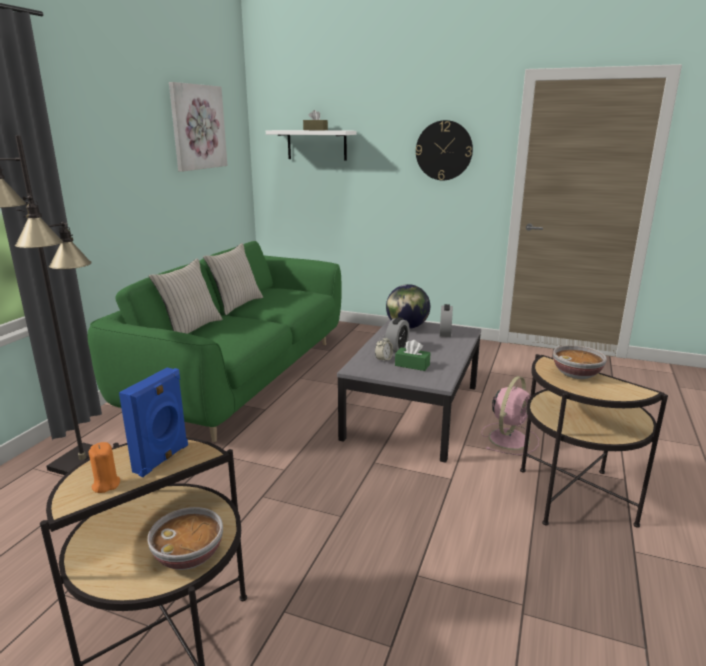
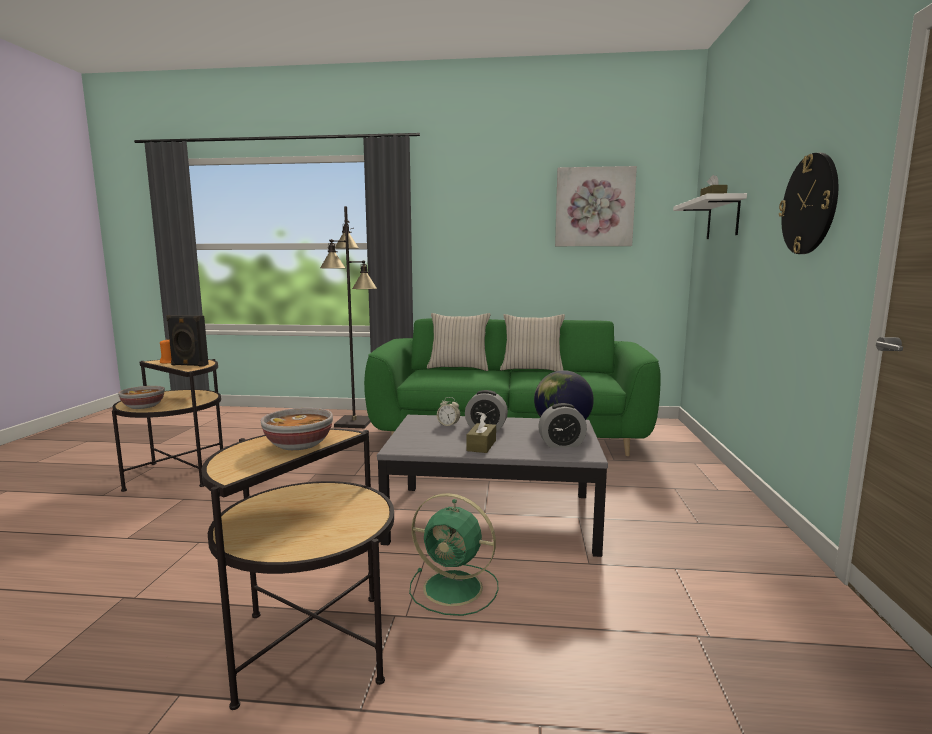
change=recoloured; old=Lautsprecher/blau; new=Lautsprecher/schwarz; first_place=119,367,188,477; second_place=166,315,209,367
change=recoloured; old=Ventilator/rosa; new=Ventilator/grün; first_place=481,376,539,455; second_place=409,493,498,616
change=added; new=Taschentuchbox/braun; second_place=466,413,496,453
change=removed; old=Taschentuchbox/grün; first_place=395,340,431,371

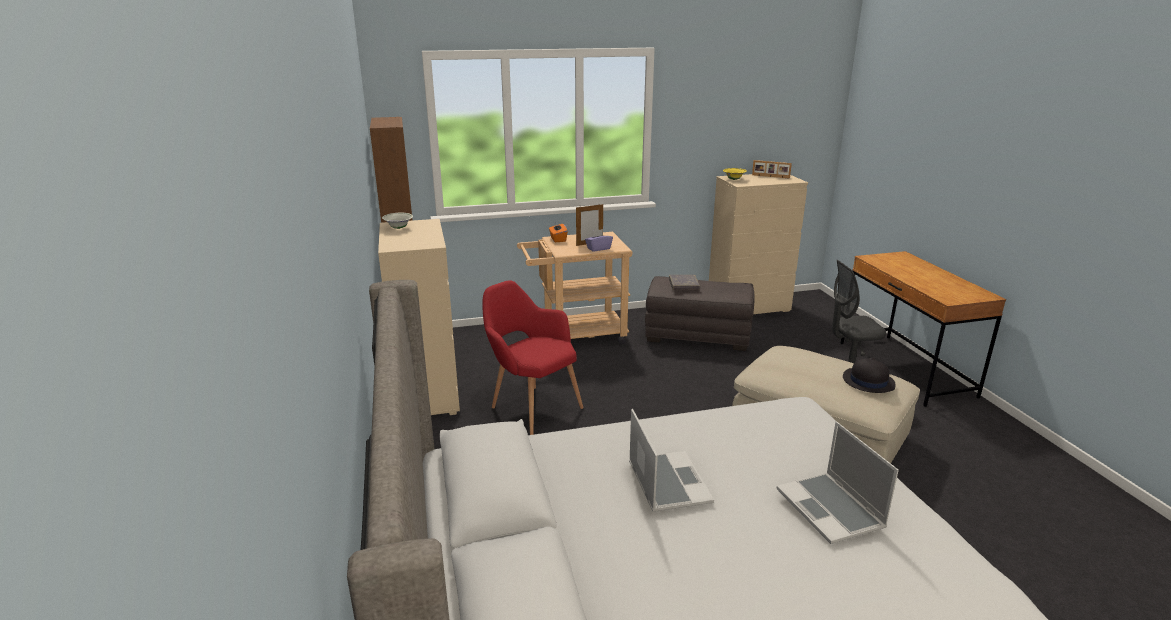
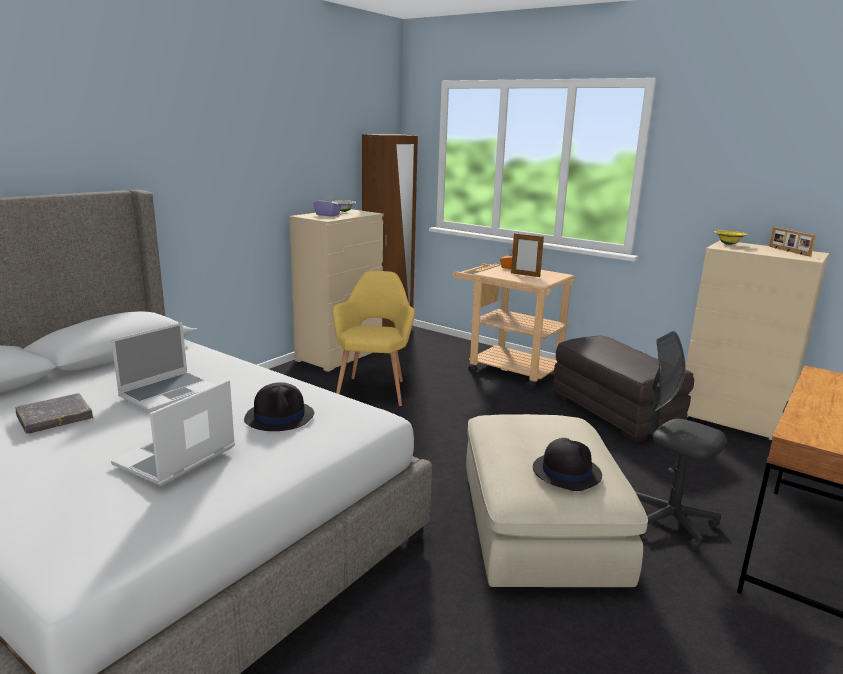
change=moved; old=Buch/grau; first_place=669,275,700,290; second_place=15,393,93,434
change=added; new=Hut/schwarz; second_place=244,382,315,431
change=moved; old=Taschentuchbox/lila; first_place=585,229,613,252; second_place=313,195,342,217
change=recoloured; old=Sessel/rot; new=Sessel/gelb; first_place=482,280,583,435; second_place=333,271,415,407

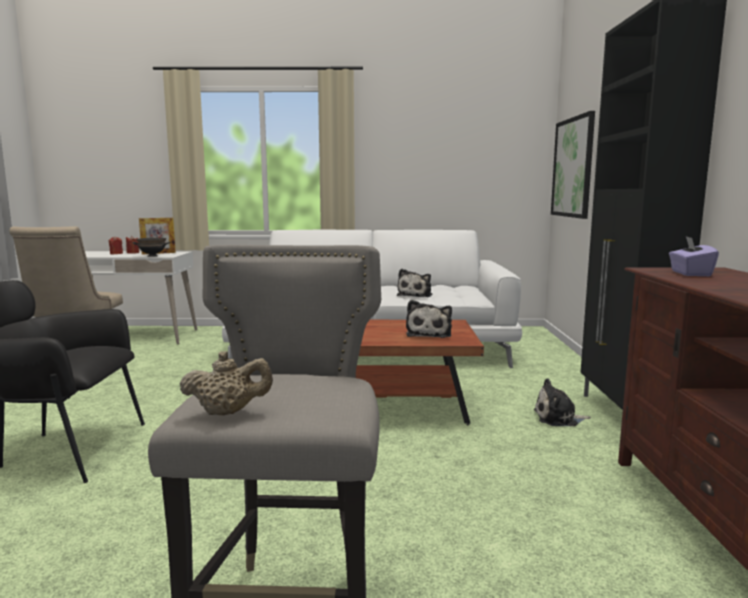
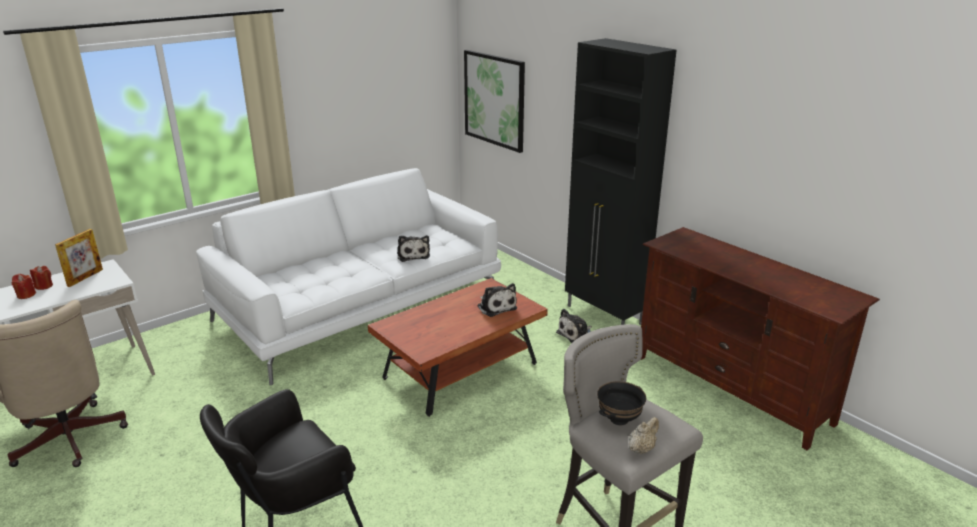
change=moved; old=Schüssel/schwarz; first_place=132,238,171,257; second_place=597,381,646,425
change=removed; old=Taschentuchbox/lila; first_place=669,236,719,276

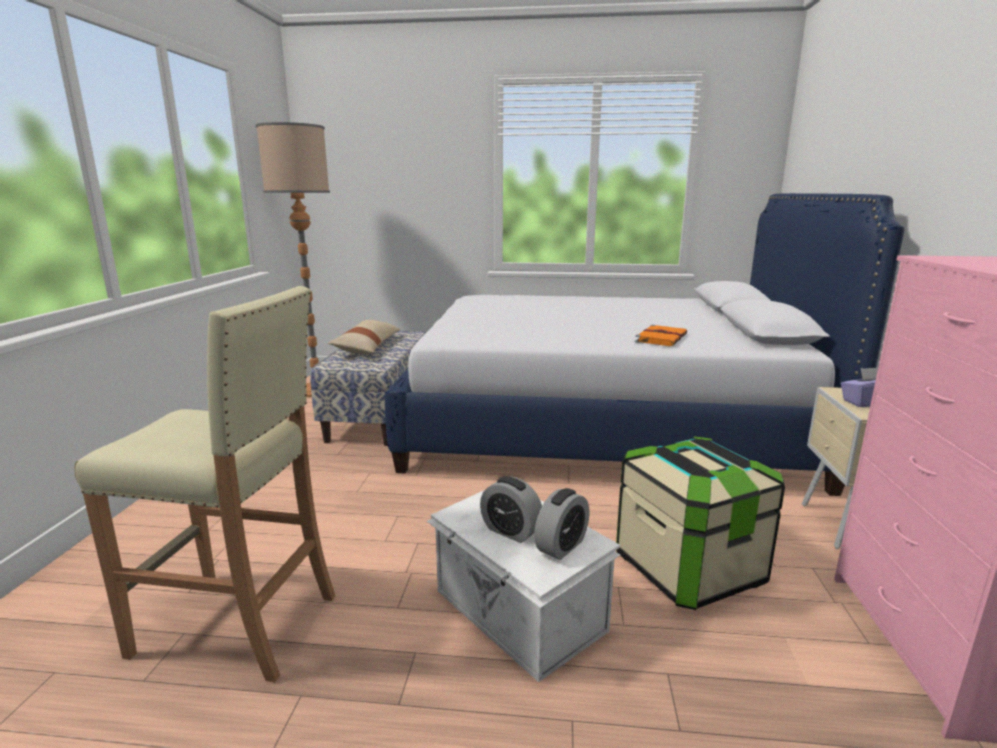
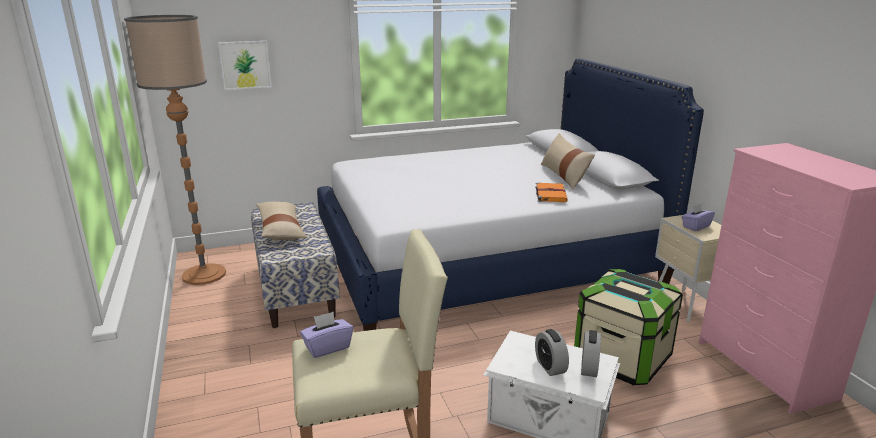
change=added; new=Bild; second_place=218,41,272,90
change=added; new=Taschentuchbox/lila; second_place=300,312,353,358
change=turned; old=Wecker; first_place=480,476,542,543; second_place=535,329,569,376; degrees=60
change=added; new=Kissen/beige; second_place=541,133,595,190

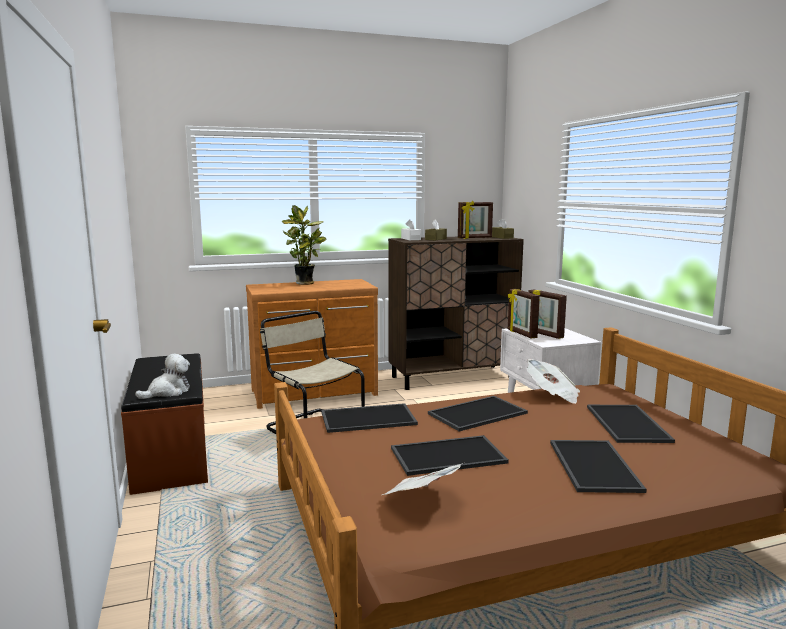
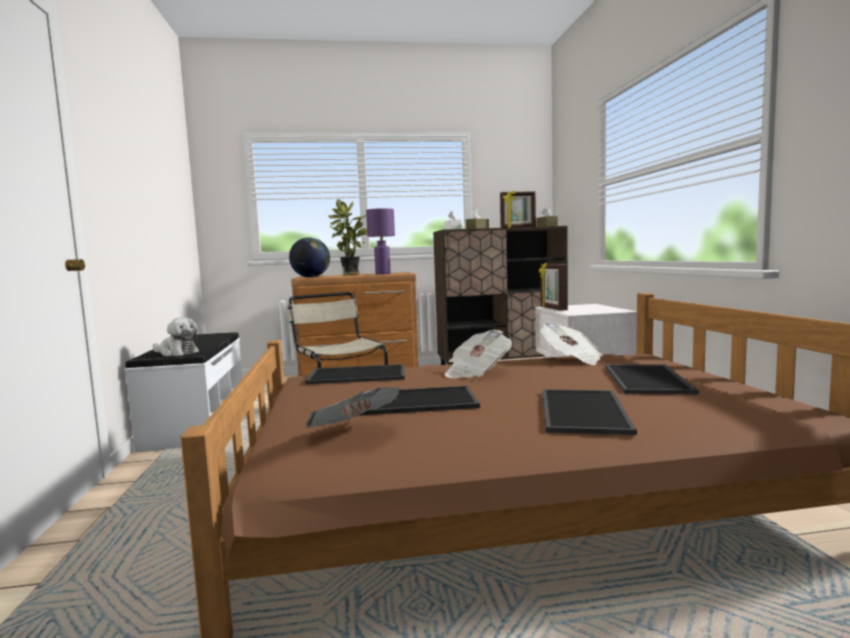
change=recoloured; old=Bank/braun; new=Bank/weiß; first_place=121,353,208,495; second_place=125,332,242,453
change=turned; old=Plüschtier; first_place=135,354,190,399; second_place=152,317,199,356; degrees=60
change=added; new=Globus; second_place=289,237,330,278
change=added; new=Tischlampe/lila; second_place=366,208,395,275
change=replaced; old=Tablett; new=Zeitung; first_place=428,396,528,431; second_place=445,330,512,378
change=removed; old=Bilderrahmen; first_place=529,290,567,339

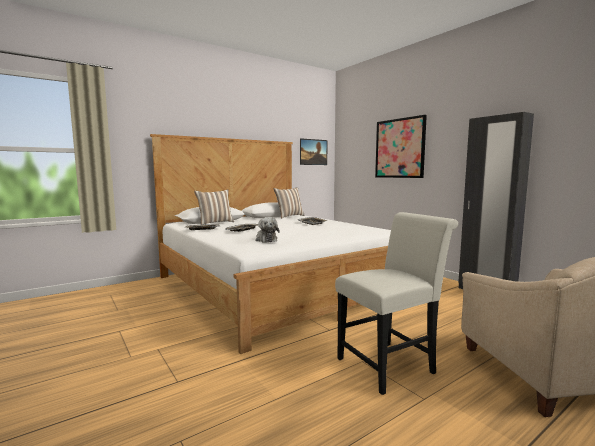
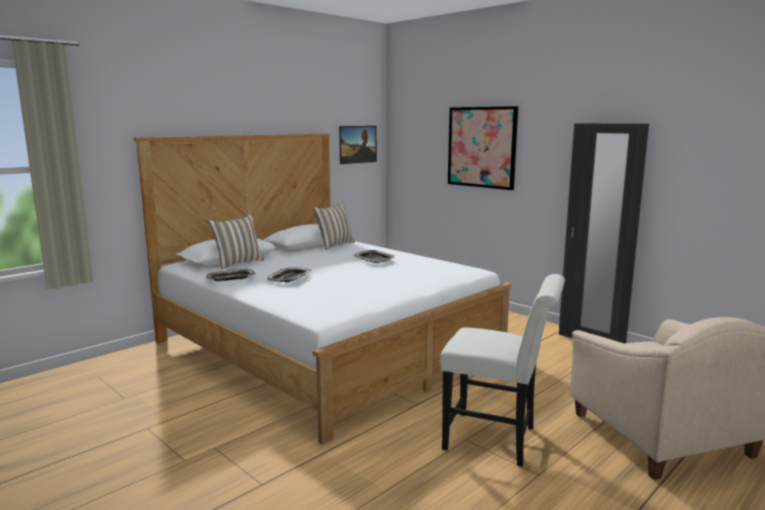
change=turned; old=Stuhl/weiß; first_place=335,212,458,395; second_place=440,274,565,467; degrees=60
change=removed; old=Plüschtier; first_place=256,217,280,243

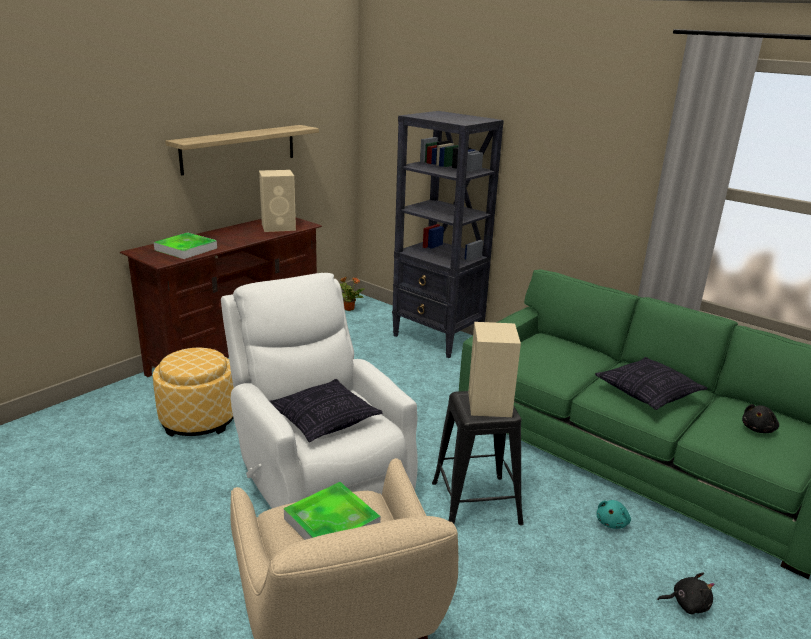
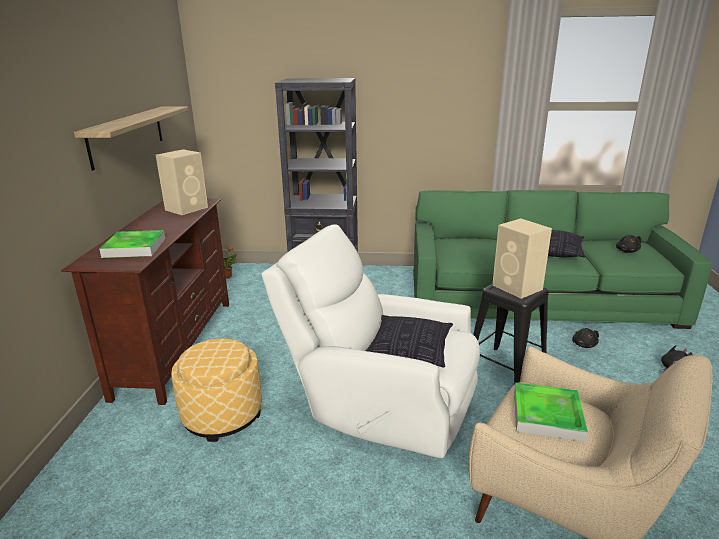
change=recoloured; old=Plüschtier/türkis; new=Plüschtier/schwarz; first_place=596,500,631,529; second_place=572,328,599,348

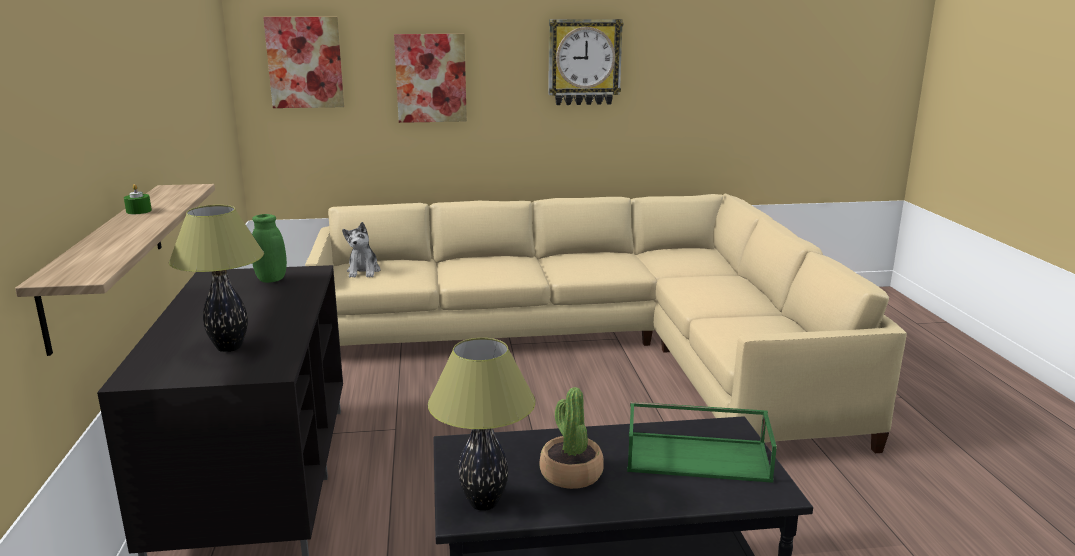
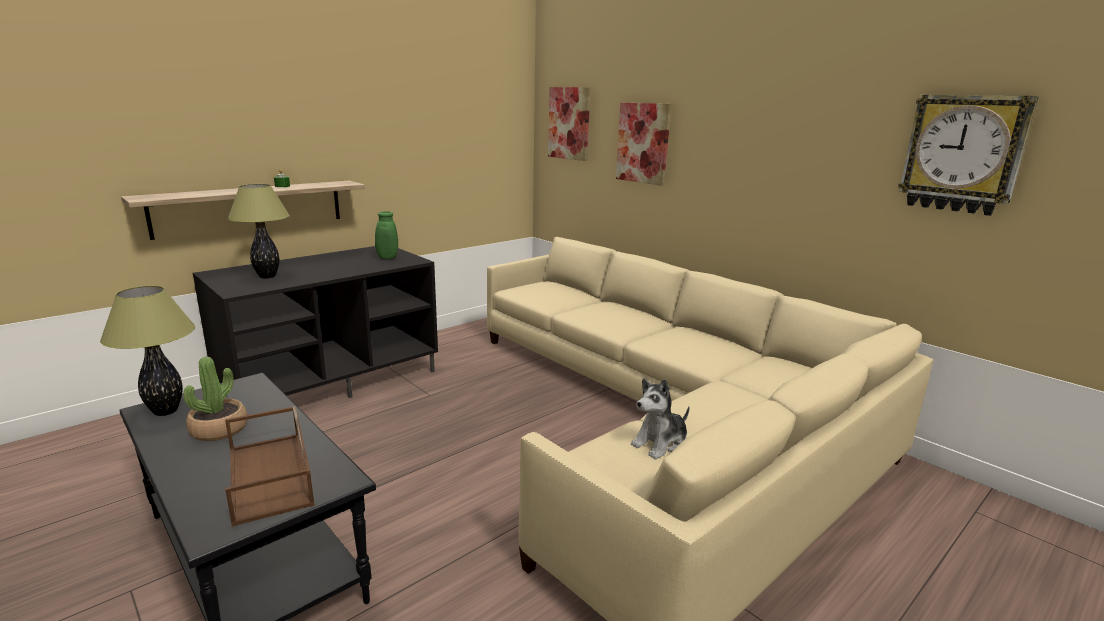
change=recoloured; old=Tablett/grün; new=Tablett/braun; first_place=627,402,777,483; second_place=225,406,315,527
change=moved; old=Plüschtier; first_place=342,222,380,278; second_place=631,378,690,459
change=moved; old=Wanduhr; first_place=548,19,623,105; second_place=898,95,1039,216

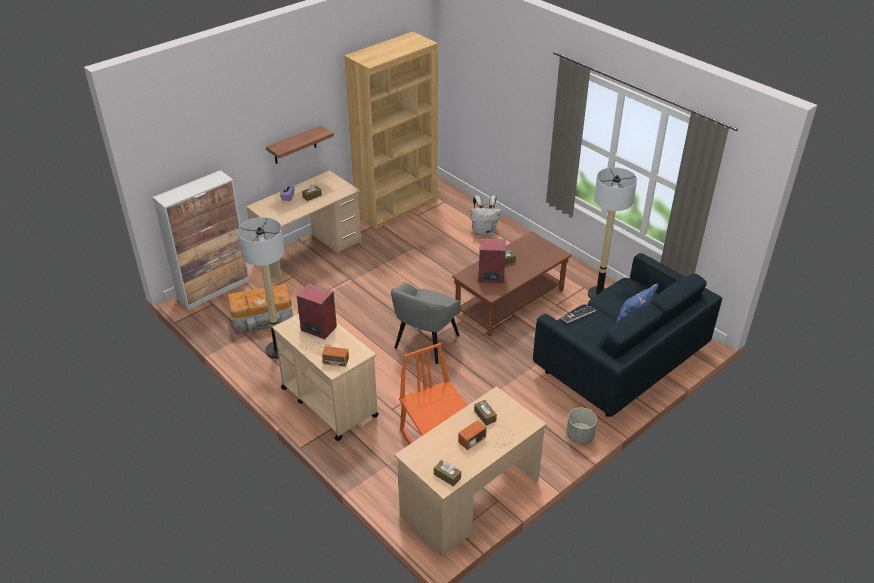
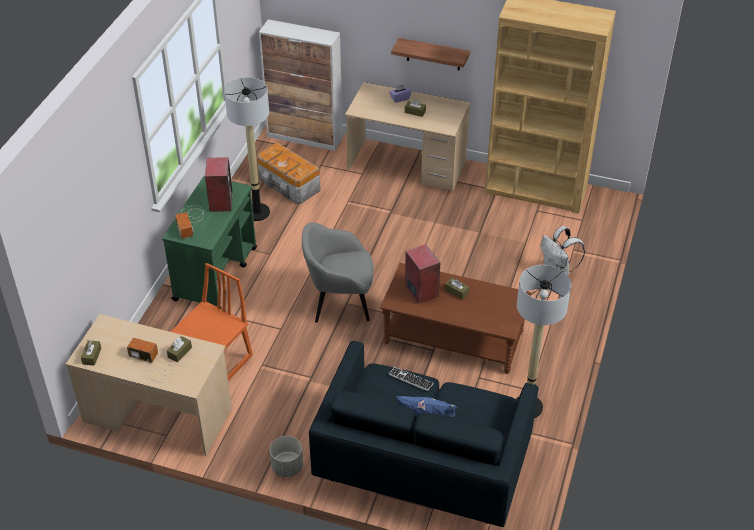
change=recoloured; old=Rollwagen/beige; new=Rollwagen/grün; first_place=273,313,379,441; second_place=162,176,257,308

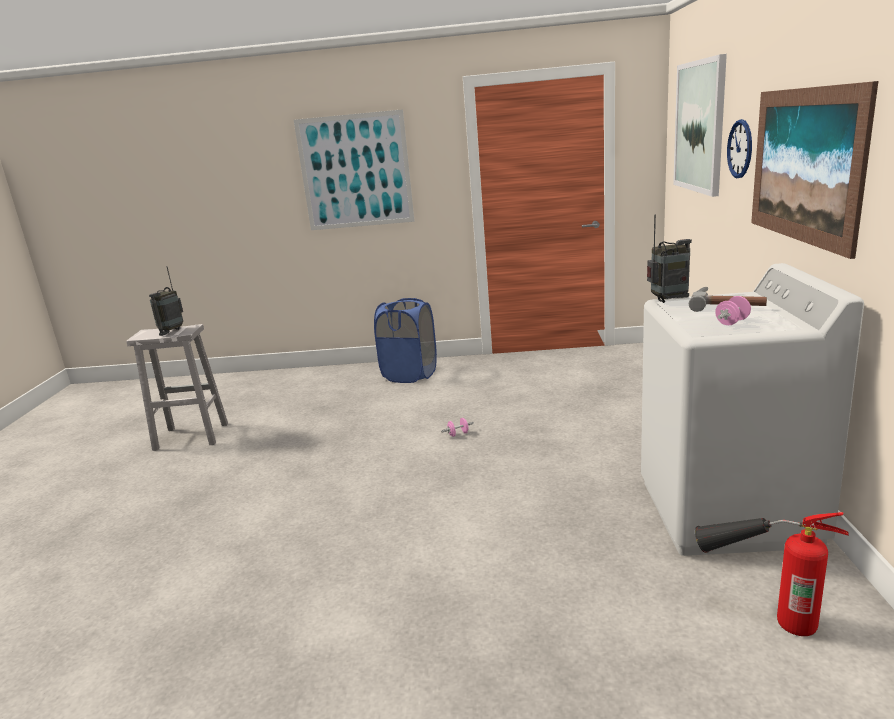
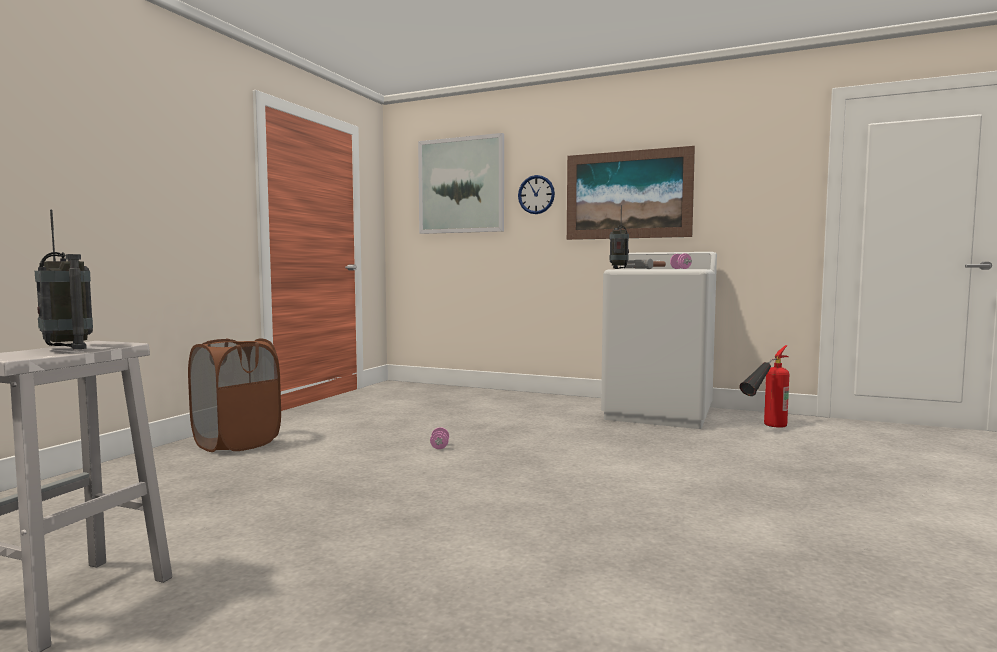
change=recoloured; old=Wäschekorb/blau; new=Wäschekorb/braun; first_place=374,298,437,383; second_place=188,338,281,452
change=removed; old=Bild; first_place=294,109,414,230

